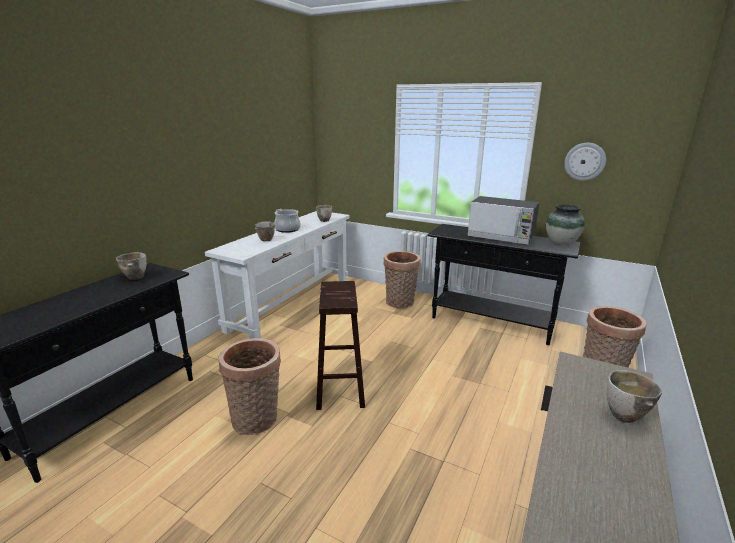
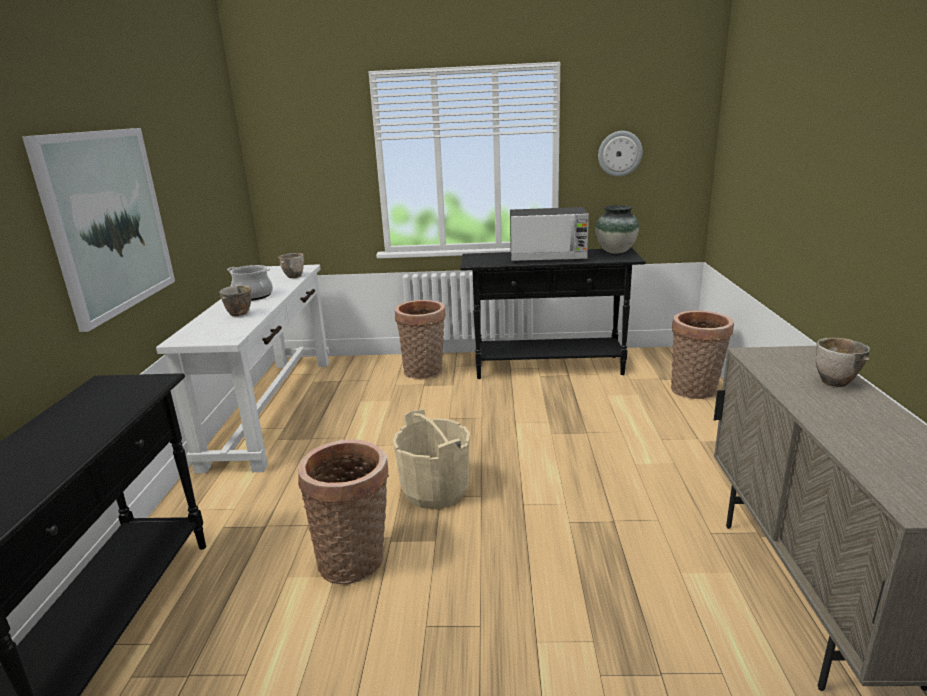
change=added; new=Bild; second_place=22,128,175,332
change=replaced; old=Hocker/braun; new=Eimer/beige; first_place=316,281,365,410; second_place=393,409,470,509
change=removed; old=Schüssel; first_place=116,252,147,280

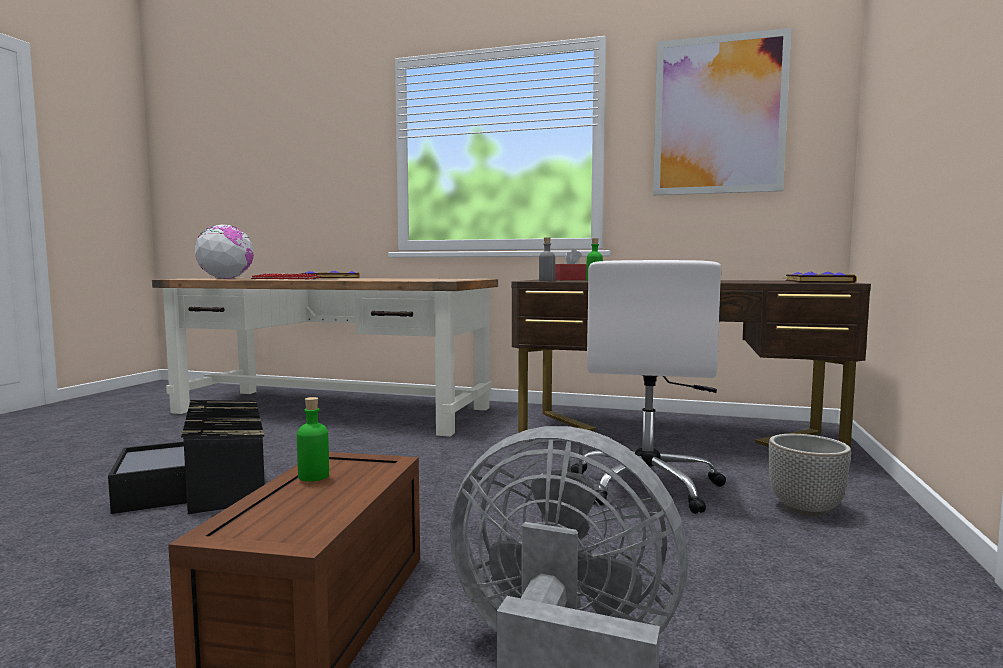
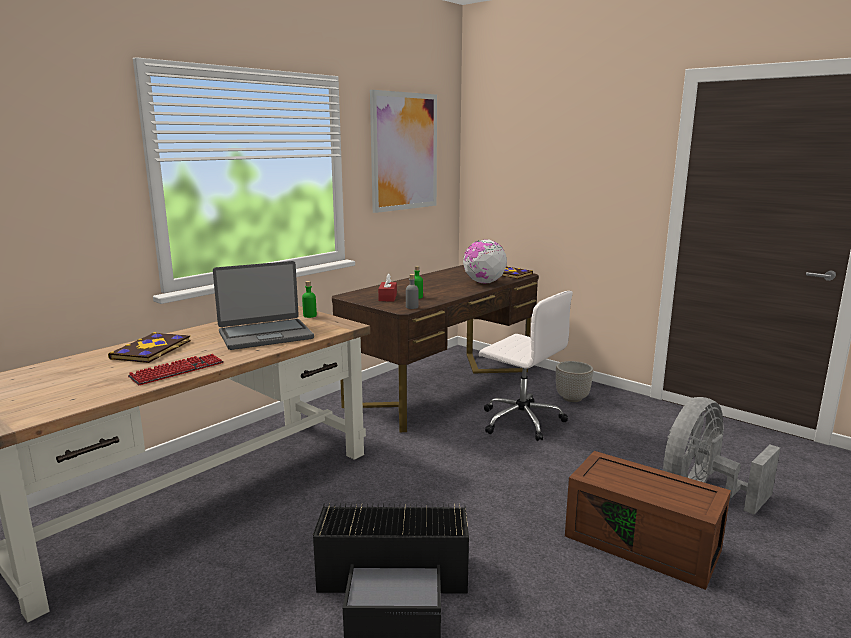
change=added; new=Laptop; second_place=213,261,314,350
change=moved; old=Flasche/grün; first_place=297,397,329,482; second_place=302,281,317,318
change=moved; old=Globus; first_place=195,225,254,279; second_place=463,240,507,283

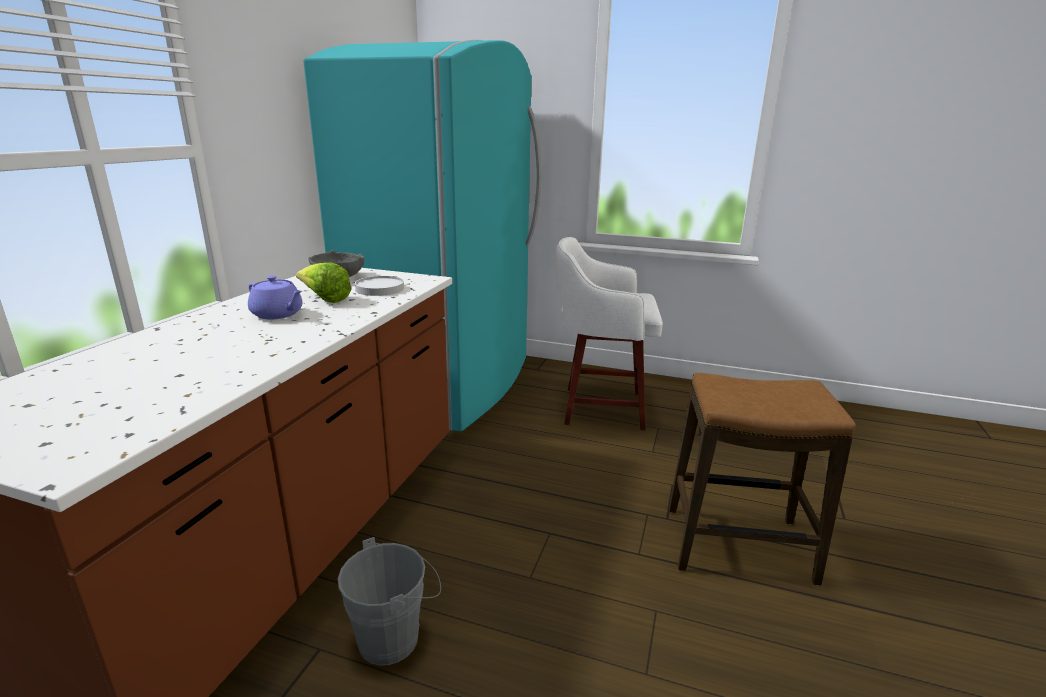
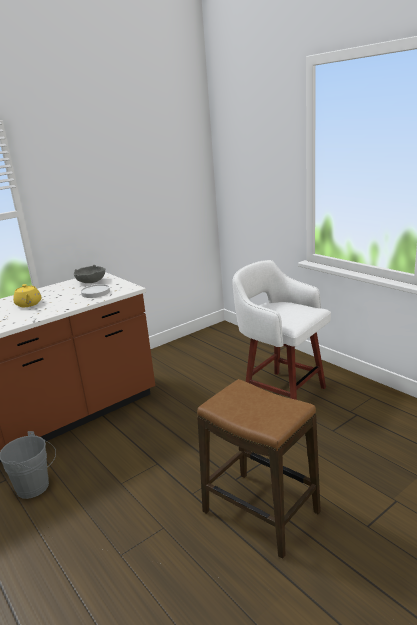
change=recoloured; old=Teekanne/lila; new=Teekanne/gelb; first_place=248,276,303,319; second_place=13,284,41,307
change=removed; old=Salatkopf; first_place=296,262,351,303
change=removed; old=Kühlschrank/türkis; first_place=303,40,542,432

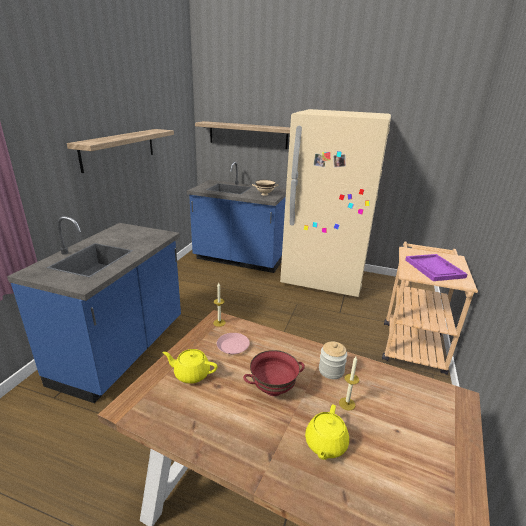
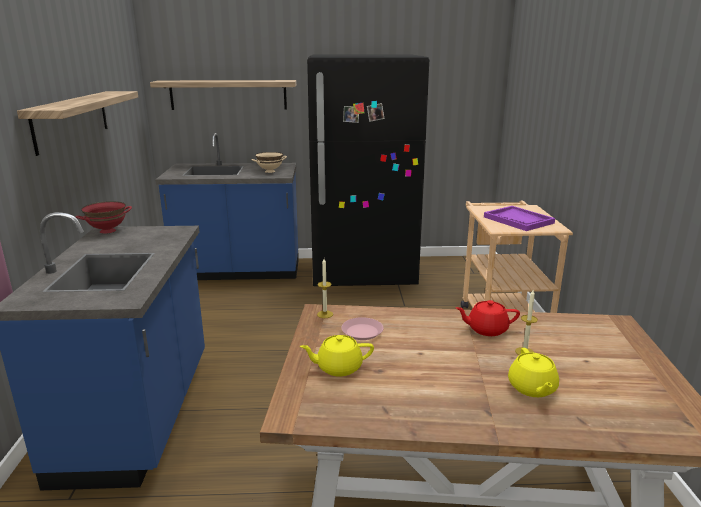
change=moved; old=Schüssel/rot; first_place=243,350,305,396; second_place=76,201,132,234
change=recoloured; old=Kühlschrank/beige; new=Kühlschrank/schwarz; first_place=280,109,391,297; second_place=307,55,429,286
change=replaced; old=Vorratsglas; new=Teekanne/rot; first_place=319,341,347,379; second_place=456,300,520,336

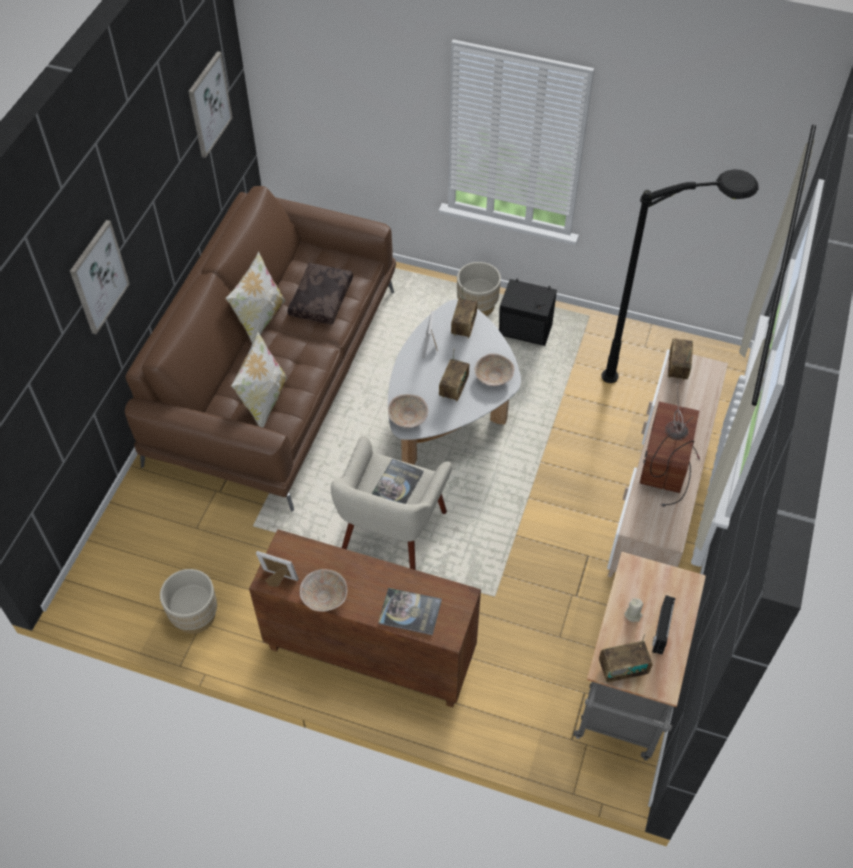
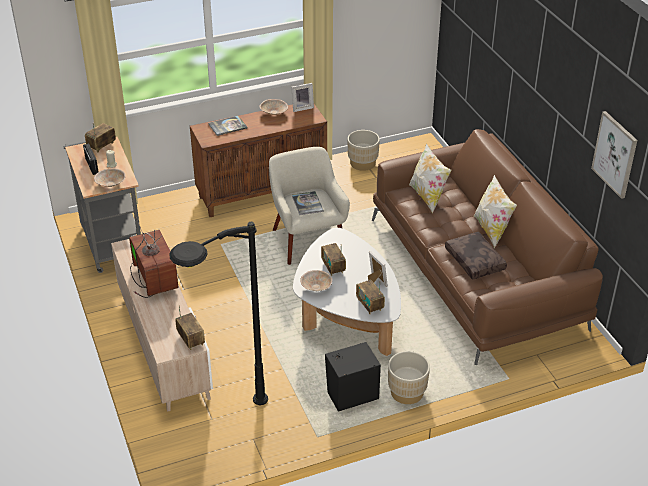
change=moved; old=Schüssel/beige; first_place=388,394,428,428; second_place=94,168,125,187
change=removed; old=Bild; first_place=70,220,130,334

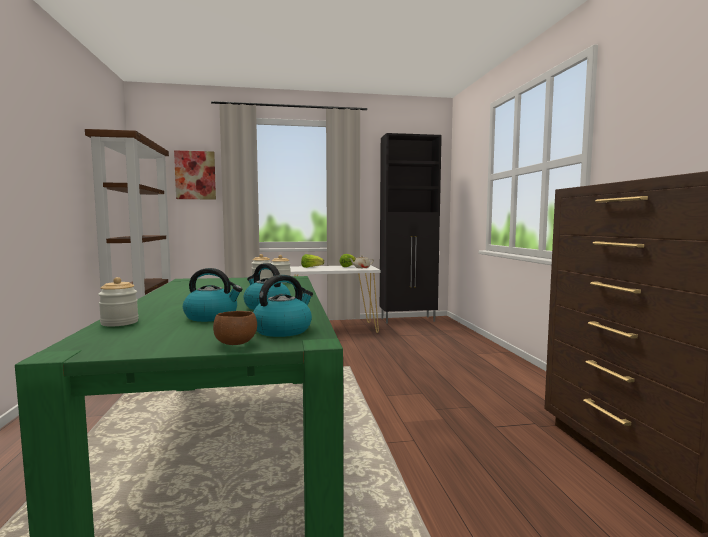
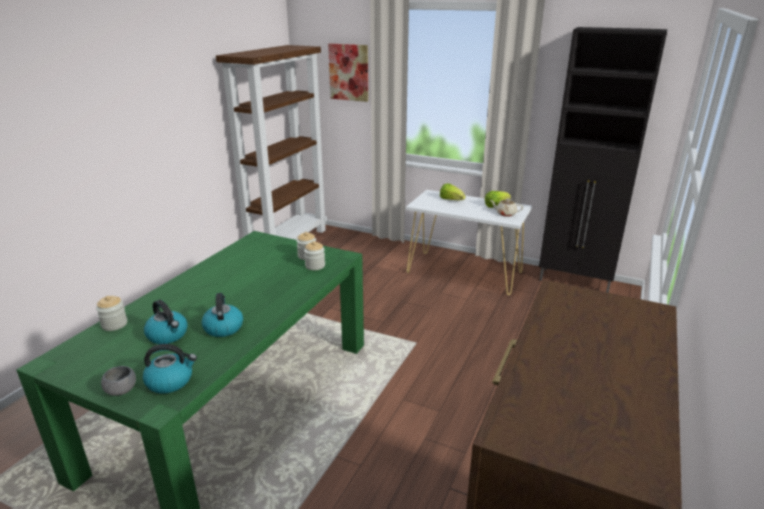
change=recoloured; old=Schüssel/braun; new=Schüssel/grau; first_place=213,311,257,345; second_place=101,366,136,396

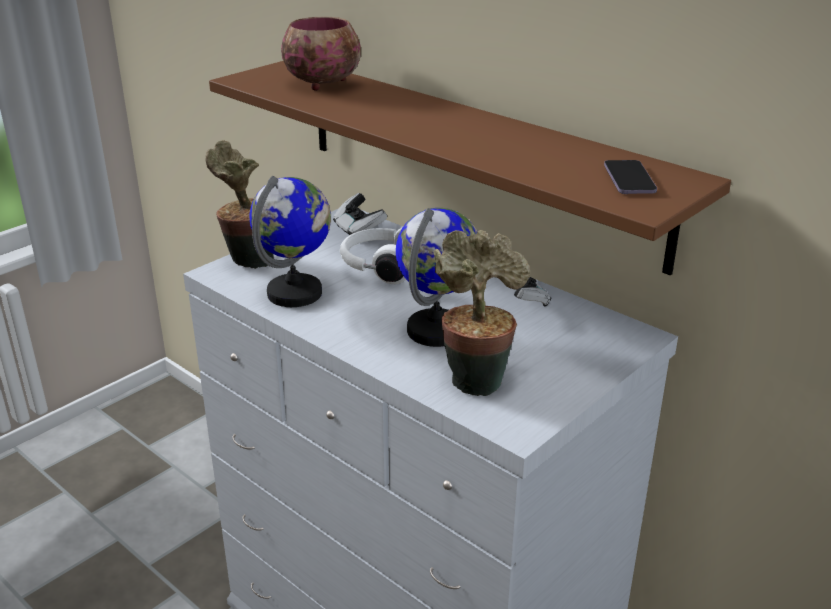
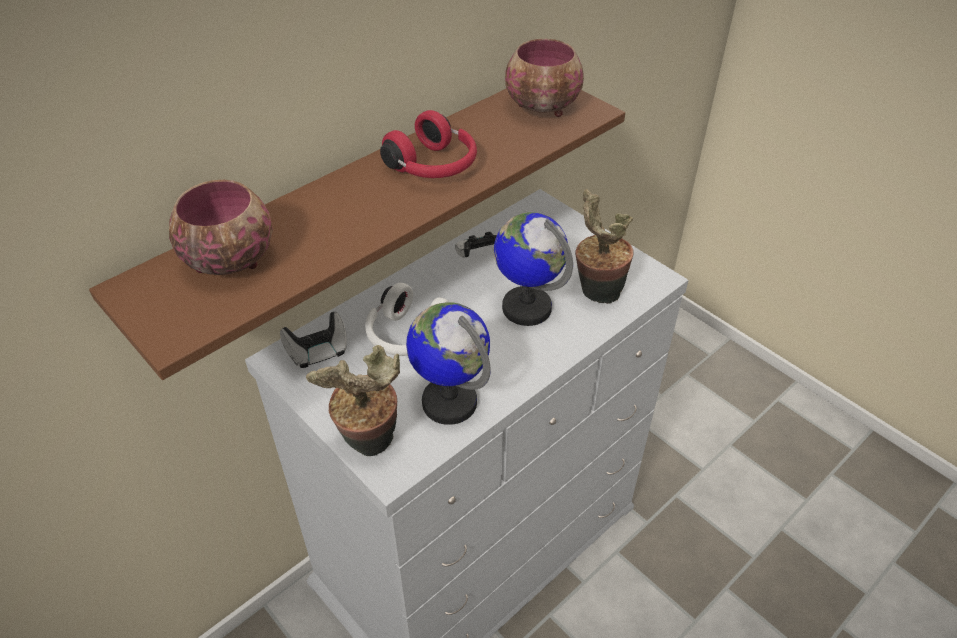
change=added; new=Kopfhörer/rot; second_place=380,110,477,178
change=replaced; old=Handy; new=Schüssel; first_place=604,160,657,194; second_place=505,39,584,117

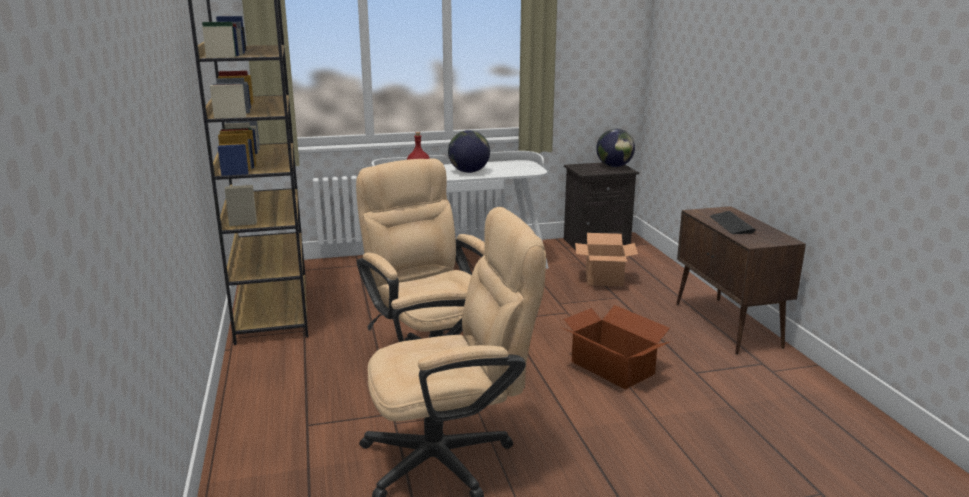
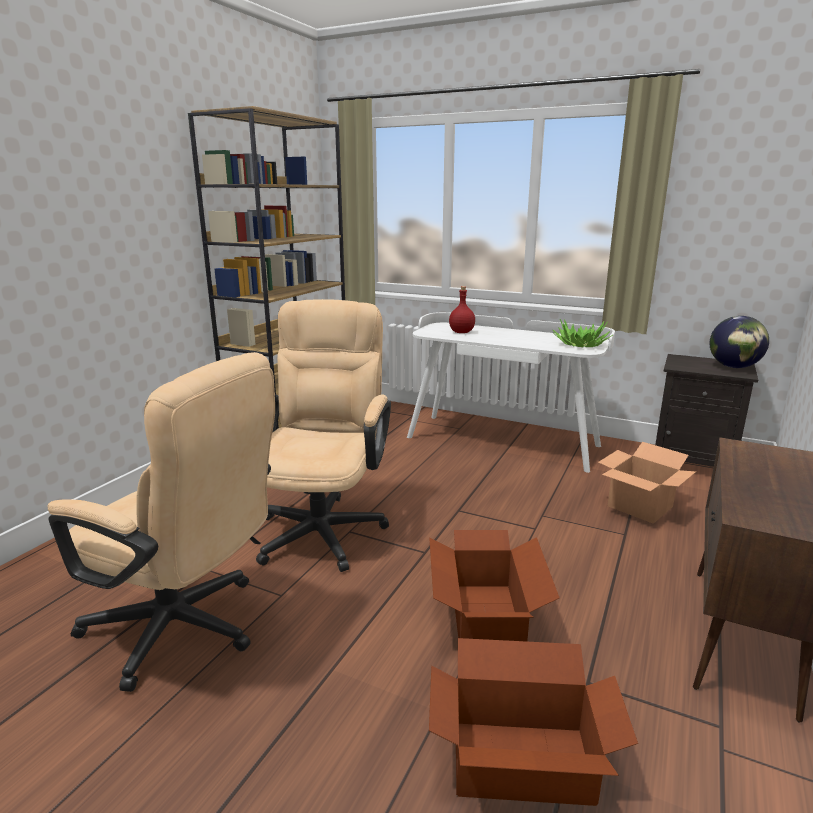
change=added; new=Karton; second_place=429,638,638,806
change=added; new=Topfpflanze; second_place=553,319,613,347
change=removed; old=Globus; first_place=448,130,490,173
change=removed; old=Tastatur; first_place=710,211,756,234

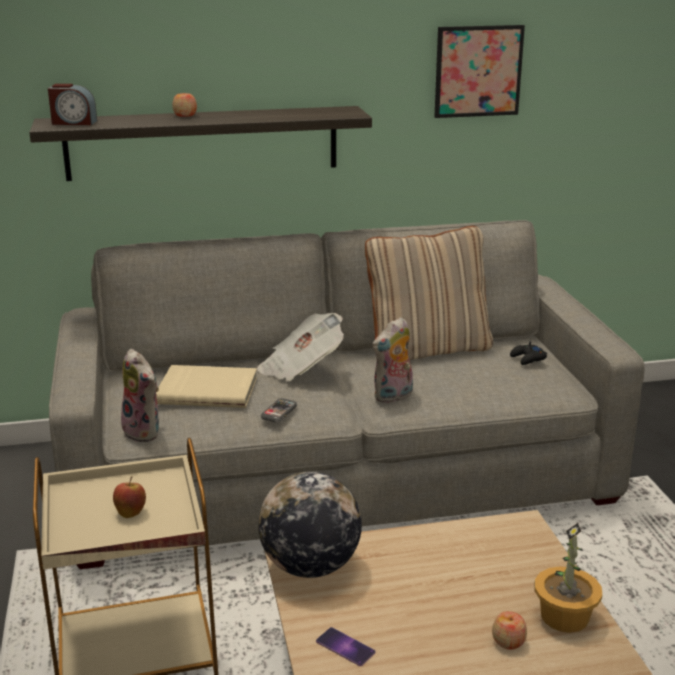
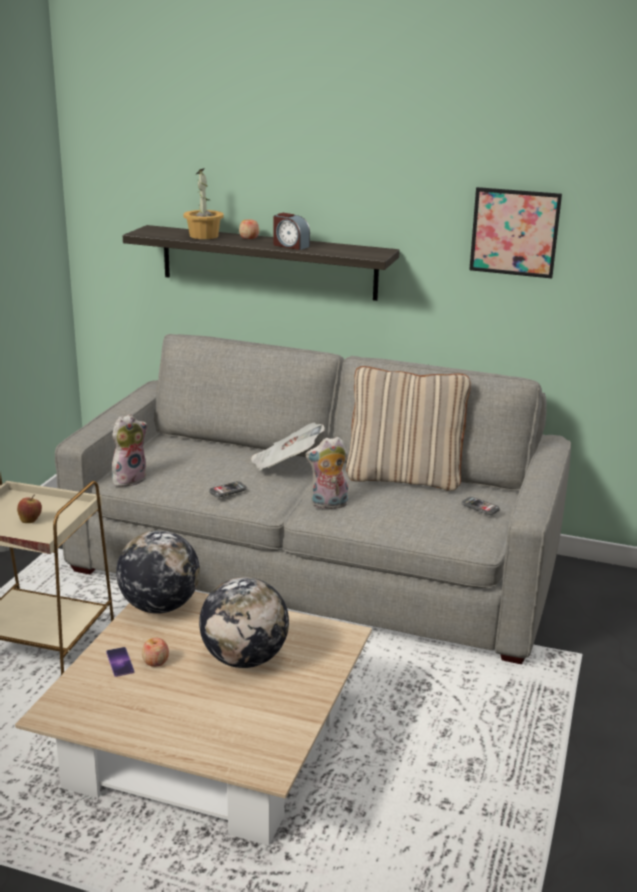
change=turned; old=Plüschtier; first_place=121,349,159,442; second_place=112,414,148,487; degrees=-120
change=moved; old=Apfel; first_place=492,611,527,650; second_place=142,638,169,667
change=moved; old=Topfpflanze; first_place=535,523,602,633; second_place=184,168,224,239
change=added; new=Globus; second_place=199,577,289,668
change=moved; old=Wecker; first_place=48,84,97,125; second_place=274,213,310,250
change=replaced; old=Gamepad/schwarz; new=Handy; first_place=510,342,547,365; second_place=462,497,500,515
change=removed; old=Buch/beige; first_place=156,365,257,408

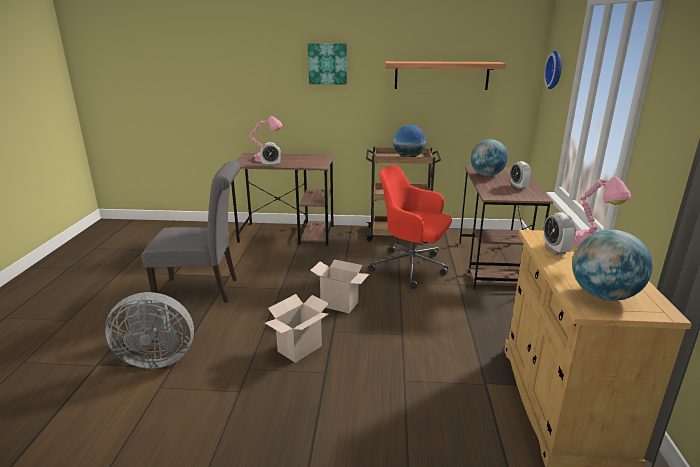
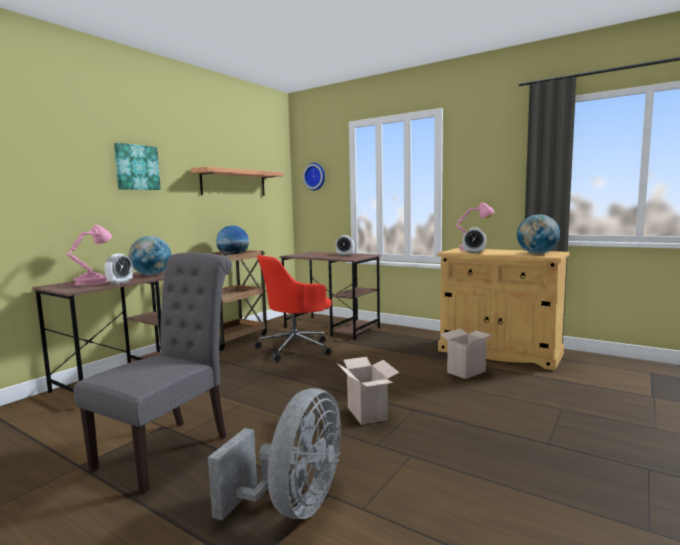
change=moved; old=Globus; first_place=471,139,508,176; second_place=129,236,171,275
change=moved; old=Karton; first_place=310,259,369,313; second_place=440,328,493,379

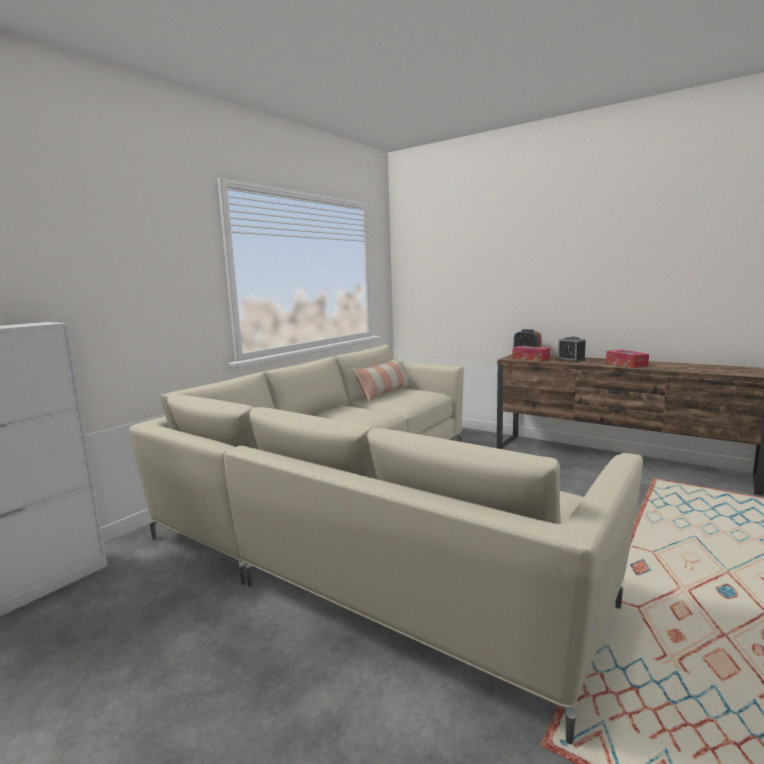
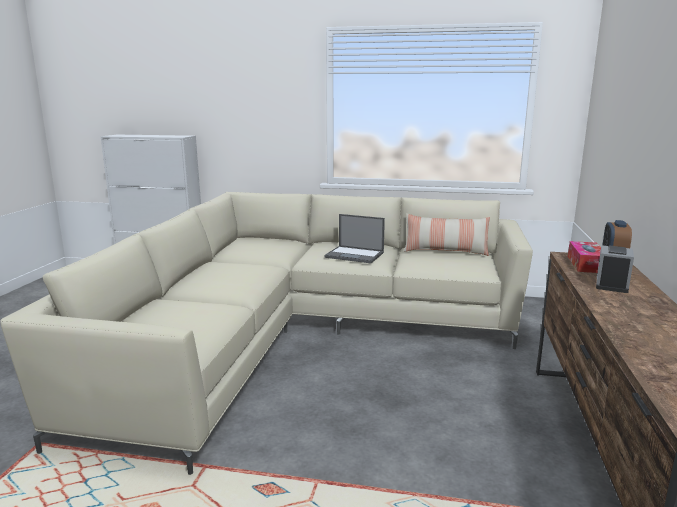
change=added; new=Laptop; second_place=324,214,385,263
change=removed; old=Taschentuchbox; first_place=606,350,649,368

